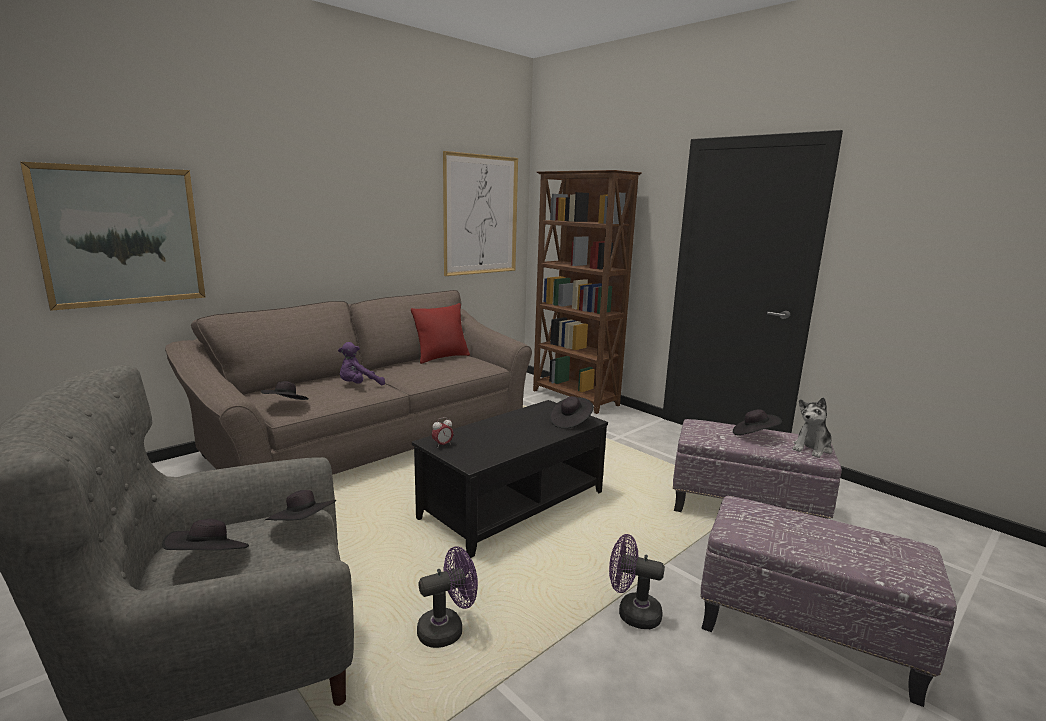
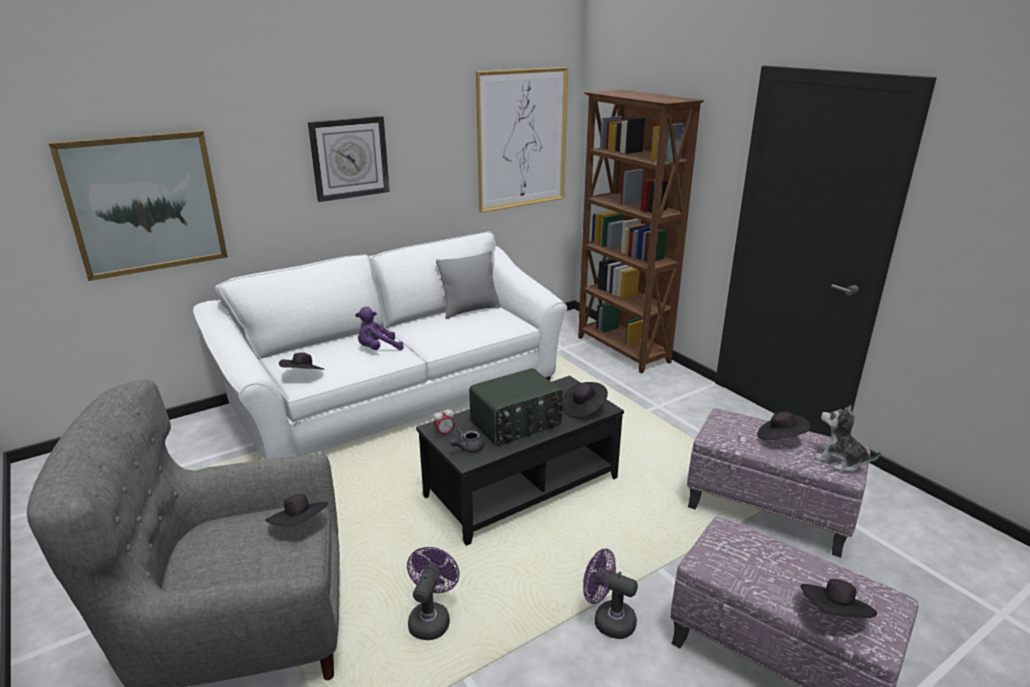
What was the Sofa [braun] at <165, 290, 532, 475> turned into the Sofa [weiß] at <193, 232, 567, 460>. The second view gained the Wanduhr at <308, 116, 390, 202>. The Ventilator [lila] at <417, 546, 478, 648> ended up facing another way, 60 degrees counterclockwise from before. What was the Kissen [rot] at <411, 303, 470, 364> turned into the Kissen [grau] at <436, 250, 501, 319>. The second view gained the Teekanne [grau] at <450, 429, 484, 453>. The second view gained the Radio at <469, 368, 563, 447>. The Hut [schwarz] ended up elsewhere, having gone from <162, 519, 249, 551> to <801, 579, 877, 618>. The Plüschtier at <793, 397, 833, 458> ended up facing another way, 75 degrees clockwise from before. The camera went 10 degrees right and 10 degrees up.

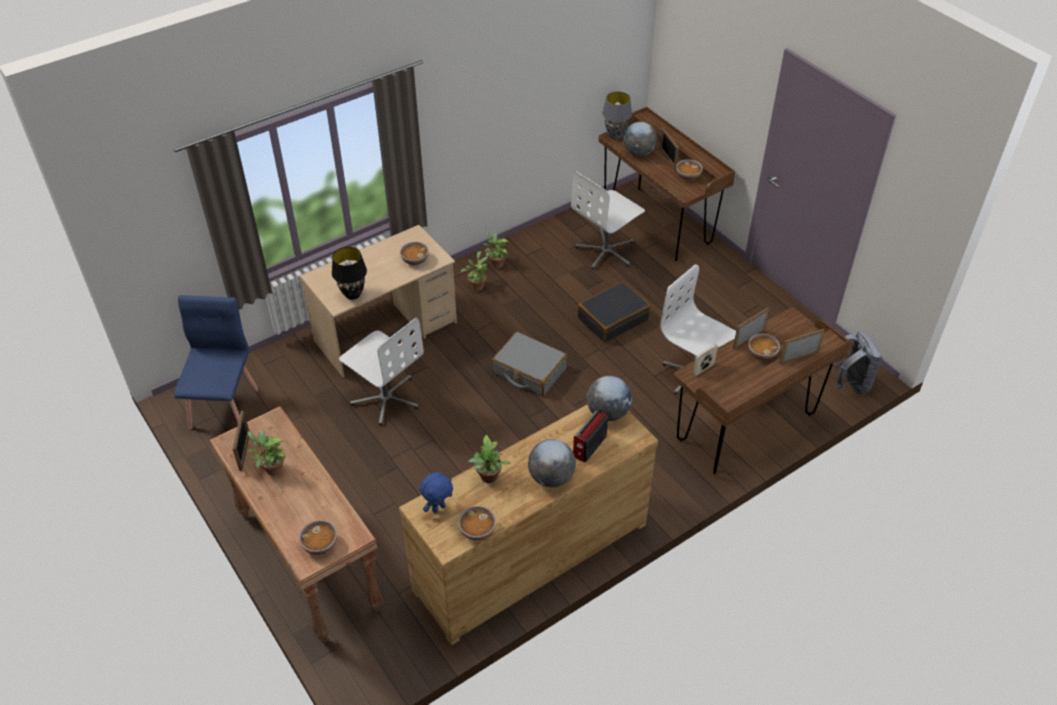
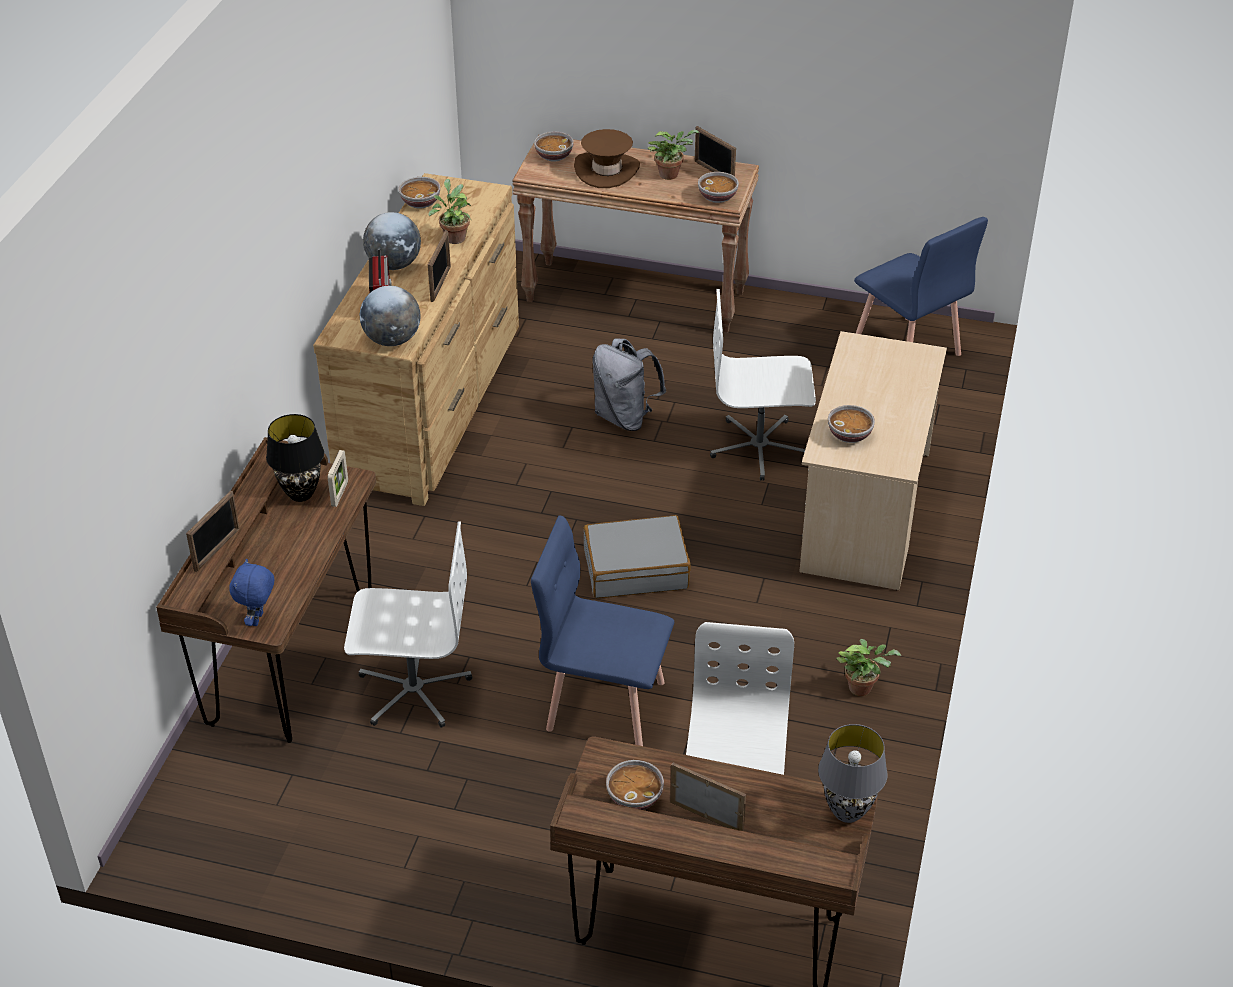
The Plüschtier [blau] ended up elsewhere, having gone from <420, 472, 453, 513> to <229, 559, 274, 626>. The Tischlampe [schwarz] ended up elsewhere, having gone from <332, 247, 367, 300> to <266, 414, 324, 502>. The Bilderrahmen ended up elsewhere, having gone from <733, 308, 769, 349> to <428, 231, 451, 302>. Where the Koffer [schwarz] stood at <578, 281, 650, 343>, the Stuhl [blau] came to stand at <531, 516, 674, 746>. The second view gained the Hut [braun] at <574, 129, 640, 188>. The Rucksack [grau] ended up elsewhere, having gone from <829, 331, 883, 395> to <593, 338, 666, 431>. The Schüssel ended up elsewhere, having gone from <748, 334, 780, 360> to <698, 172, 739, 203>. The second view lost the Topfpflanze at <461, 251, 488, 291>. The second view lost the Globus at <623, 122, 657, 156>. The camera went 140 degrees right and 5 degrees down.

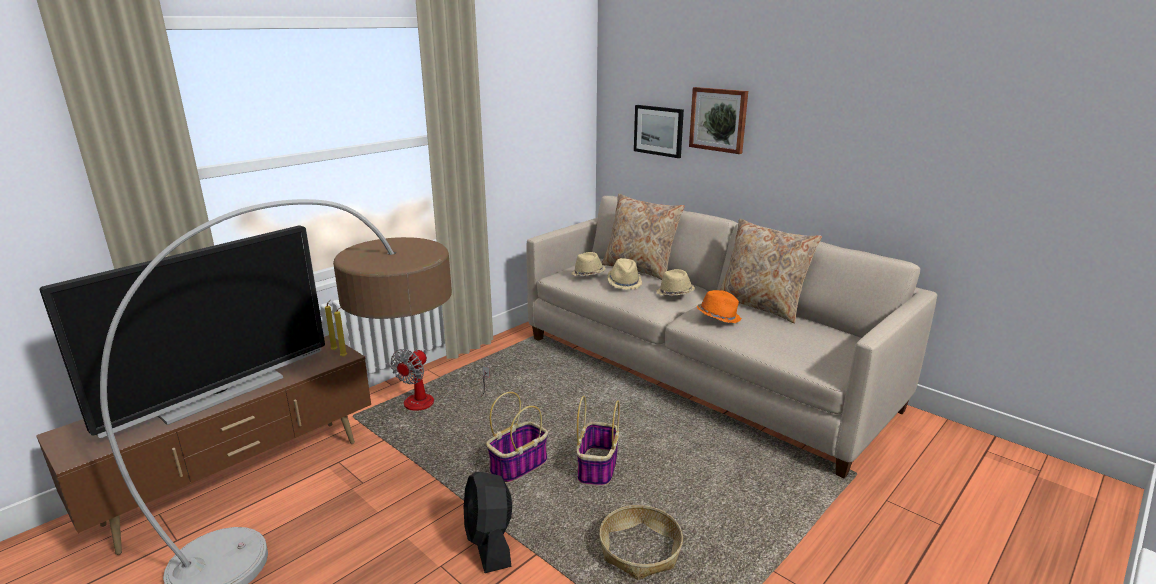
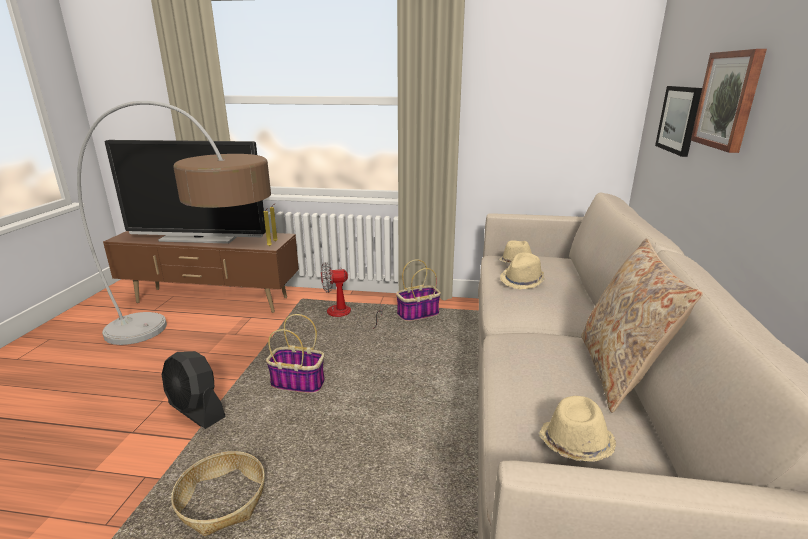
The Ventilator [schwarz] at <464, 472, 512, 573> ended up facing another way, 90 degrees counterclockwise from before. The Korb ended up elsewhere, having gone from <576, 396, 620, 486> to <396, 260, 441, 321>. The Hut [beige] ended up elsewhere, having gone from <656, 269, 695, 295> to <539, 396, 616, 462>. The second view lost the Kissen [beige] at <602, 194, 685, 280>. The second view lost the Hut [orange] at <697, 290, 742, 323>. The camera went 55 degrees right and 0 degrees up.

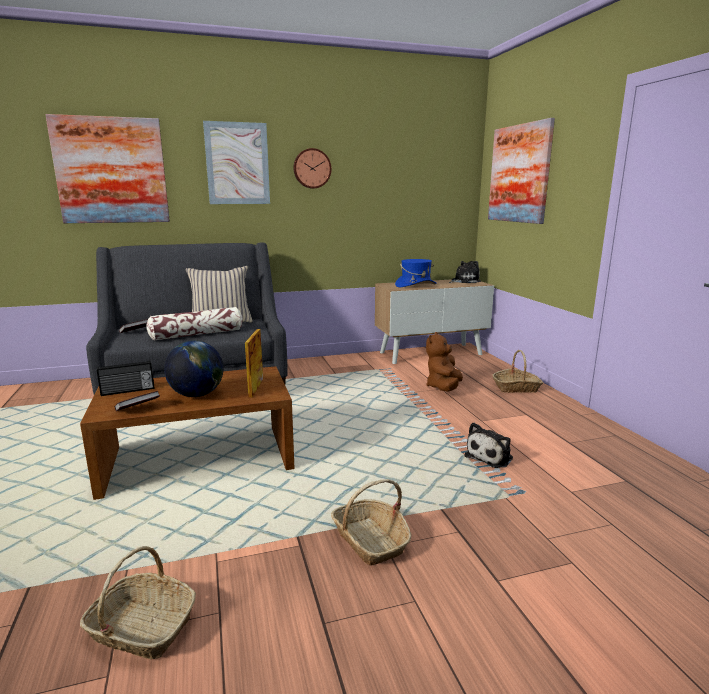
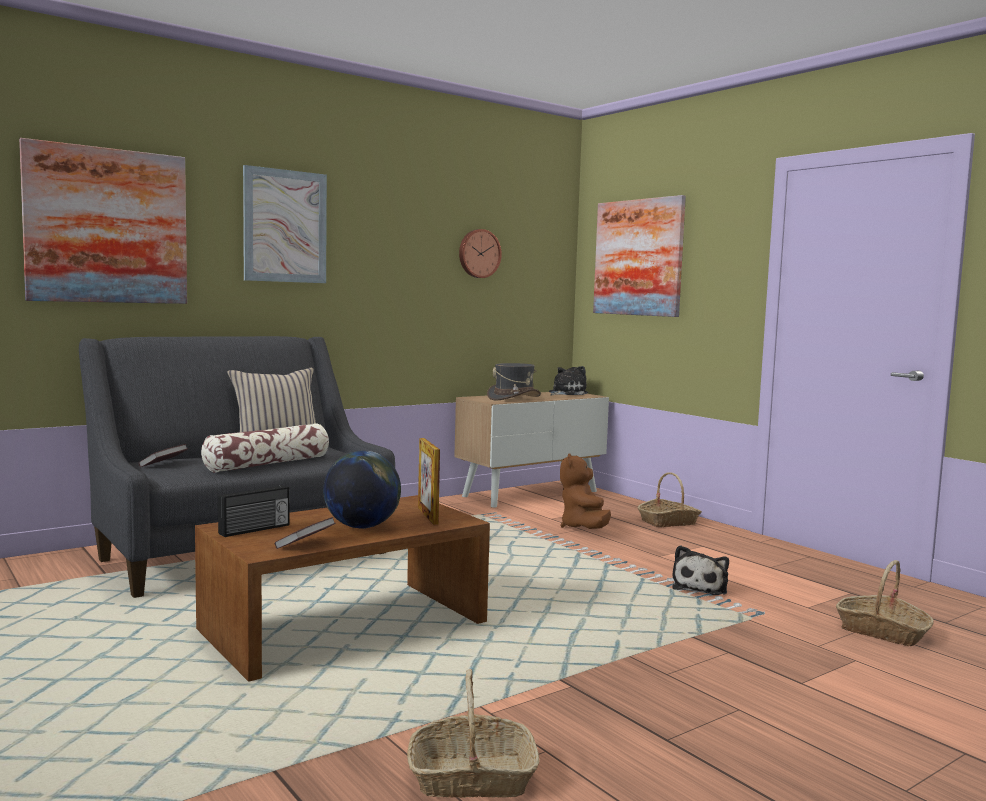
The Wanduhr ended up elsewhere, having gone from <293, 148, 331, 188> to <459, 229, 502, 278>. What was the Hut [blau] at <395, 259, 436, 287> turned into the Hut [grau] at <487, 363, 541, 400>. The Korb ended up elsewhere, having gone from <331, 479, 412, 566> to <836, 560, 934, 646>. The camera went 20 degrees left and 10 degrees down.

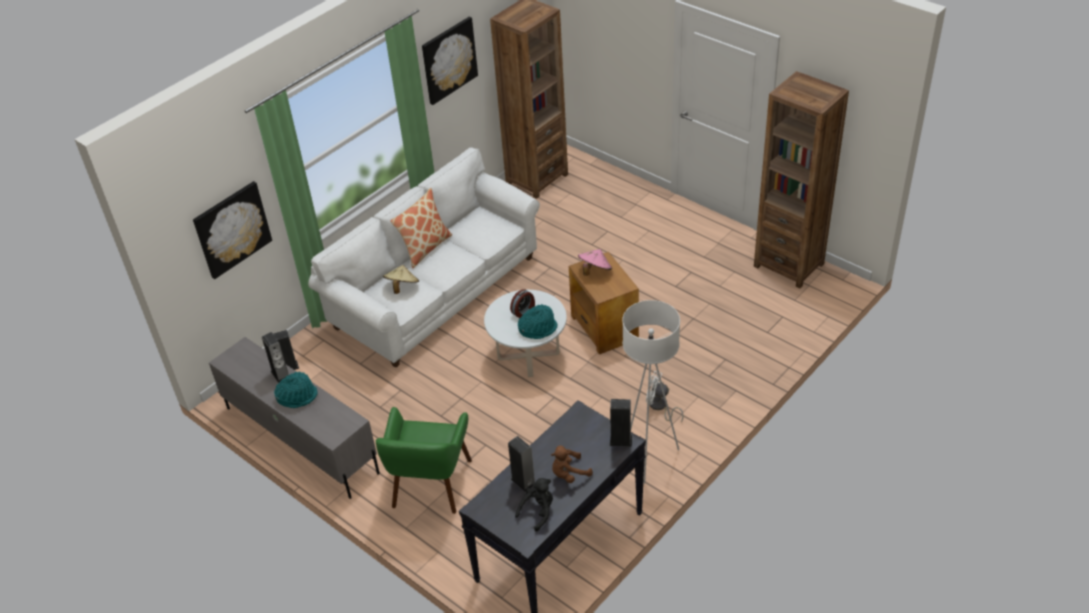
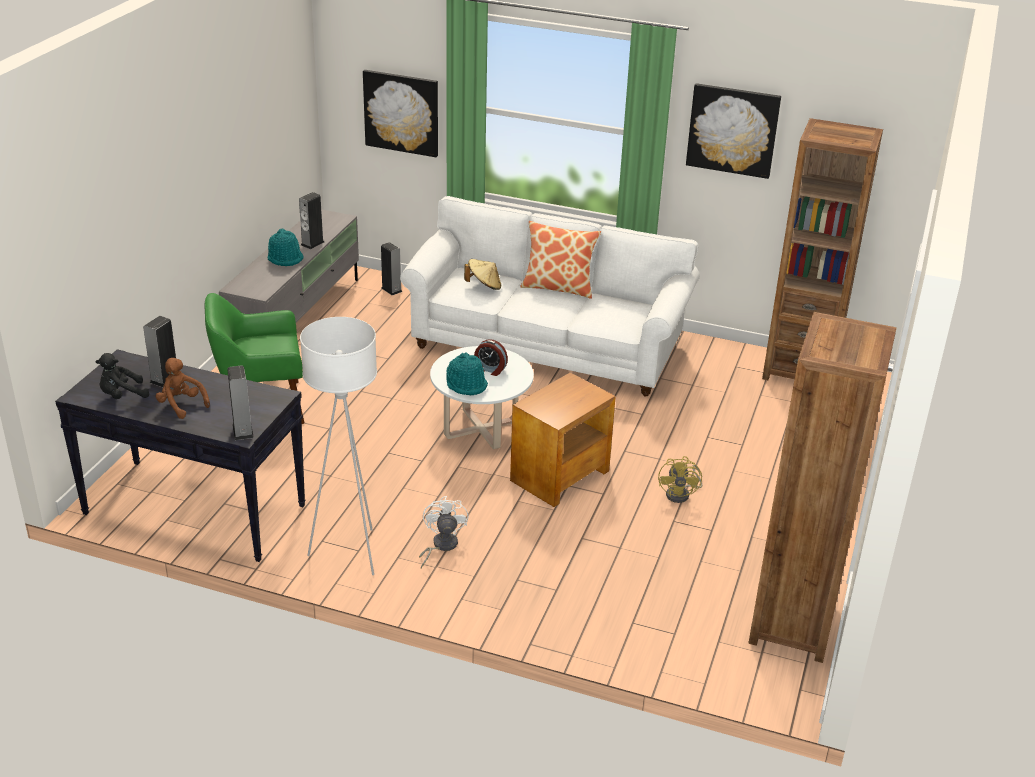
The Plüschtier [schwarz] at <515, 478, 553, 531> ended up facing another way, 135 degrees clockwise from before. The second view gained the Ventilator [gelb] at <658, 456, 702, 503>. The second view lost the Hut [rosa] at <578, 249, 612, 276>. The camera went 65 degrees right and 10 degrees down.

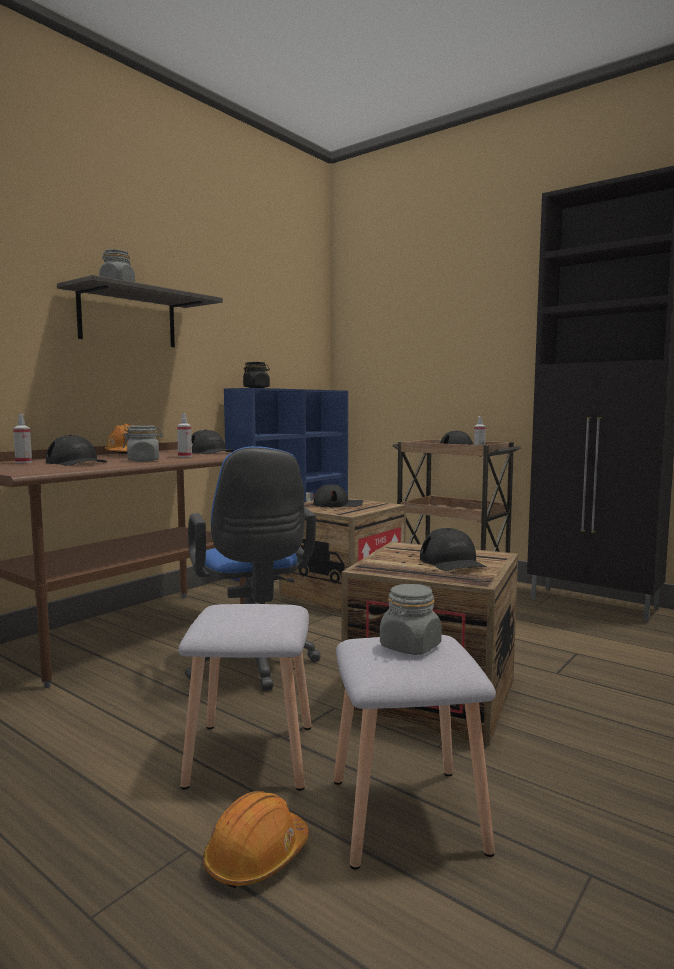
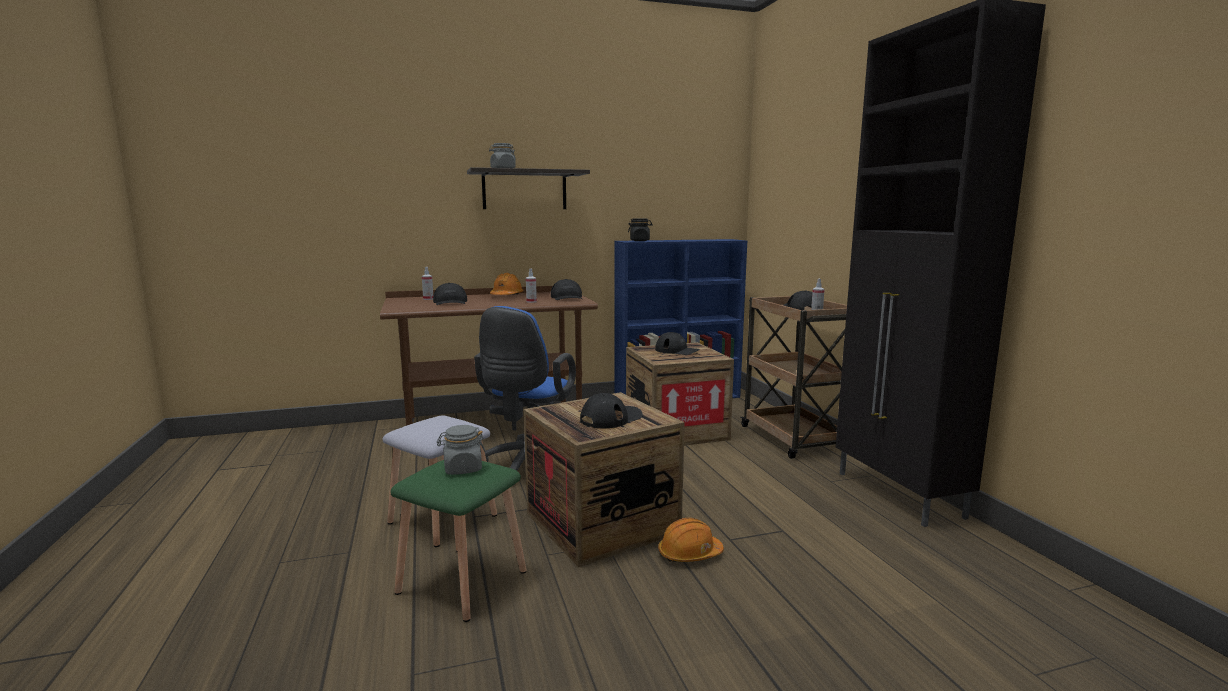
What was the Hocker [grau] at <333, 635, 496, 870> turned into the Hocker [grün] at <390, 460, 526, 622>. The Kappe [schwarz] at <420, 528, 486, 571> ended up facing another way, 150 degrees counterclockwise from before. The Schutzhelm [orange] ended up elsewhere, having gone from <203, 791, 309, 888> to <658, 518, 724, 562>. The second view lost the Vorratsglas [grau] at <123, 425, 163, 462>. The camera went 35 degrees right and 5 degrees up.

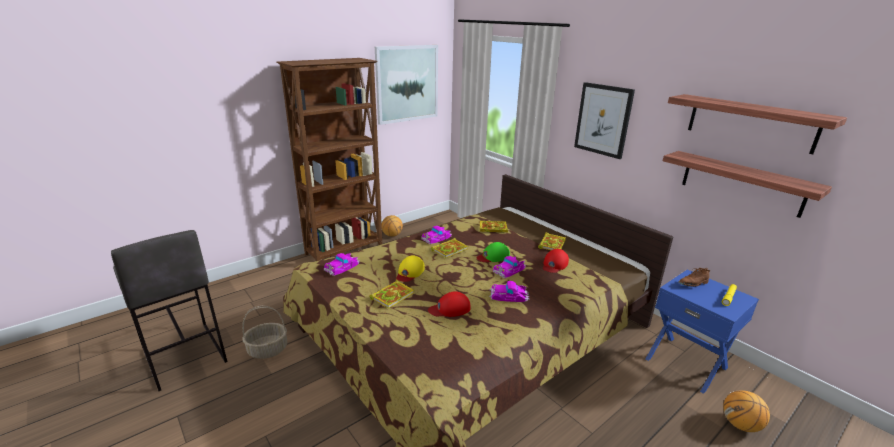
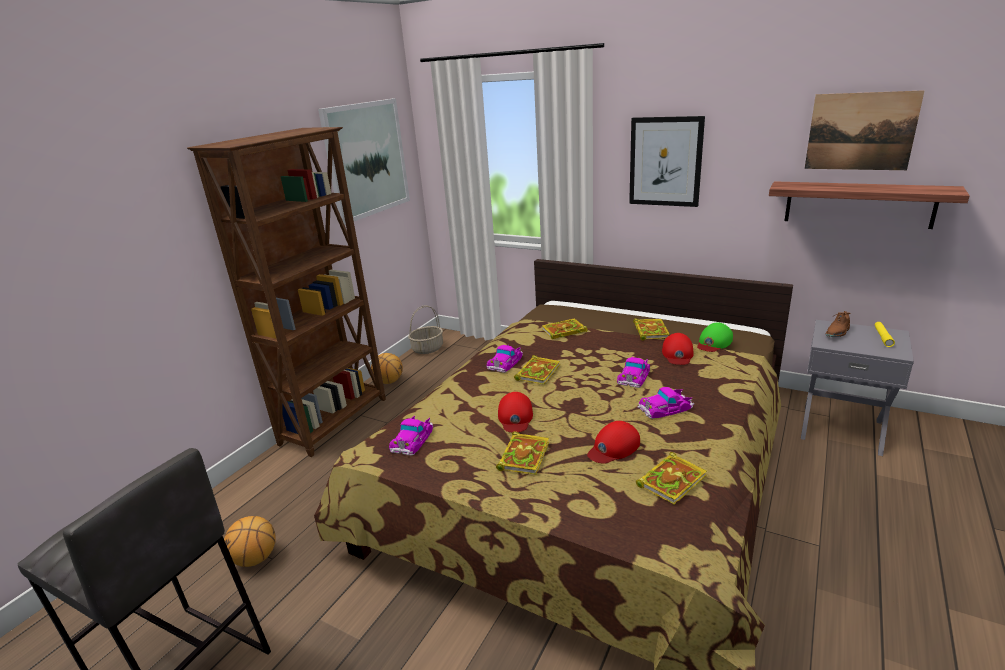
The Basketball ended up elsewhere, having gone from <723, 390, 770, 432> to <224, 516, 276, 567>. The Korb ended up elsewhere, having gone from <242, 306, 287, 359> to <408, 305, 443, 354>. What was the Kappe [gelb] at <396, 255, 424, 282> turned into the Kappe [rot] at <498, 392, 533, 432>. The second view gained the Buch at <636, 452, 707, 505>. The Kappe [grün] ended up elsewhere, having gone from <476, 242, 510, 262> to <697, 322, 733, 352>. What was the Nachttisch [blau] at <646, 270, 759, 394> turned into the Nachttisch [grau] at <801, 320, 914, 456>. Where the Wandregal hung at <668, 94, 847, 154>, the Bild came to hang at <805, 90, 925, 170>. The camera went 20 degrees left and 0 degrees up.

